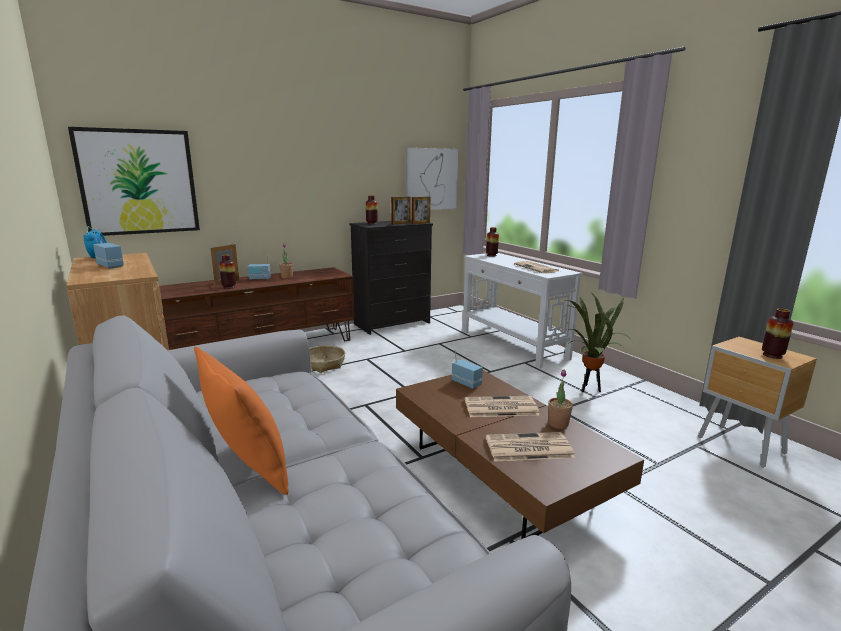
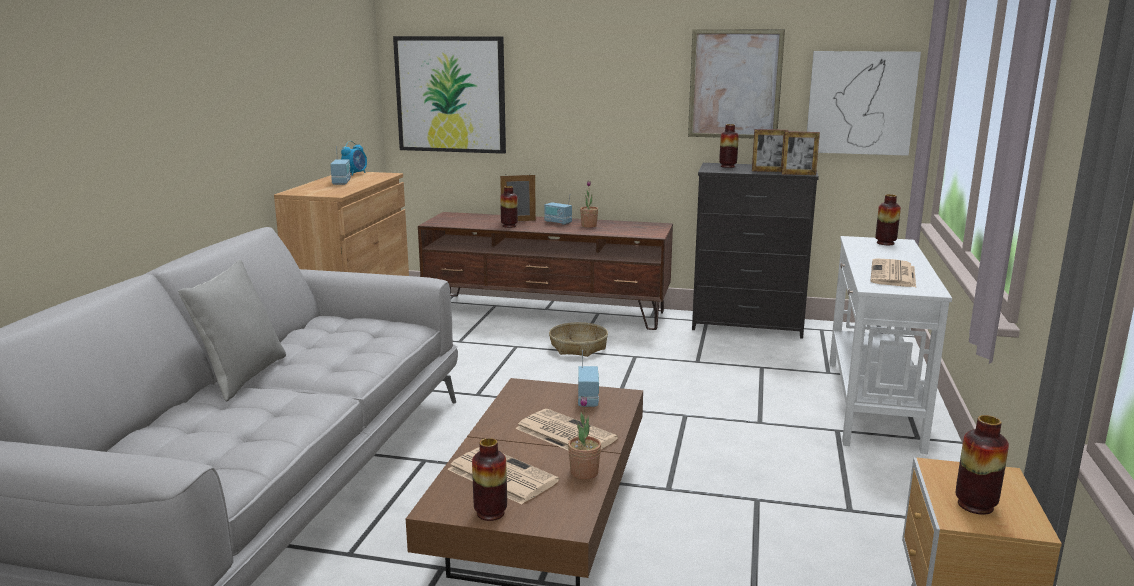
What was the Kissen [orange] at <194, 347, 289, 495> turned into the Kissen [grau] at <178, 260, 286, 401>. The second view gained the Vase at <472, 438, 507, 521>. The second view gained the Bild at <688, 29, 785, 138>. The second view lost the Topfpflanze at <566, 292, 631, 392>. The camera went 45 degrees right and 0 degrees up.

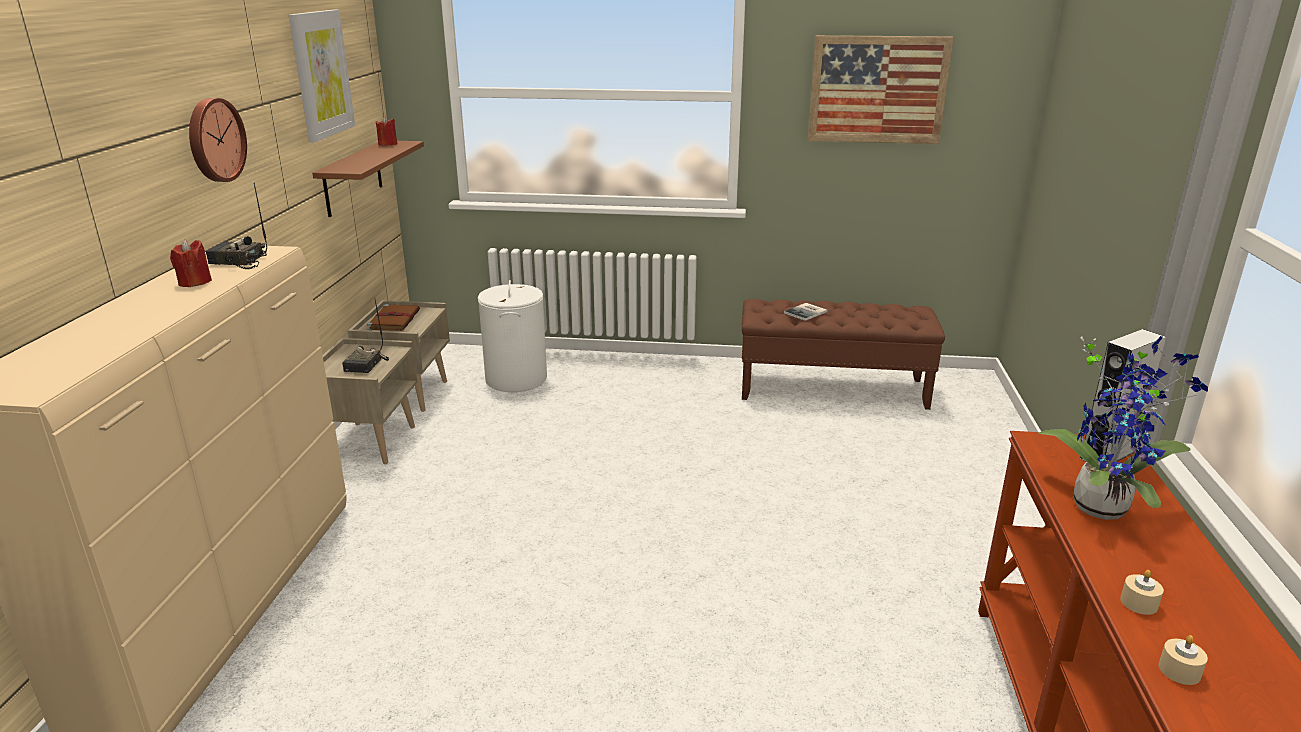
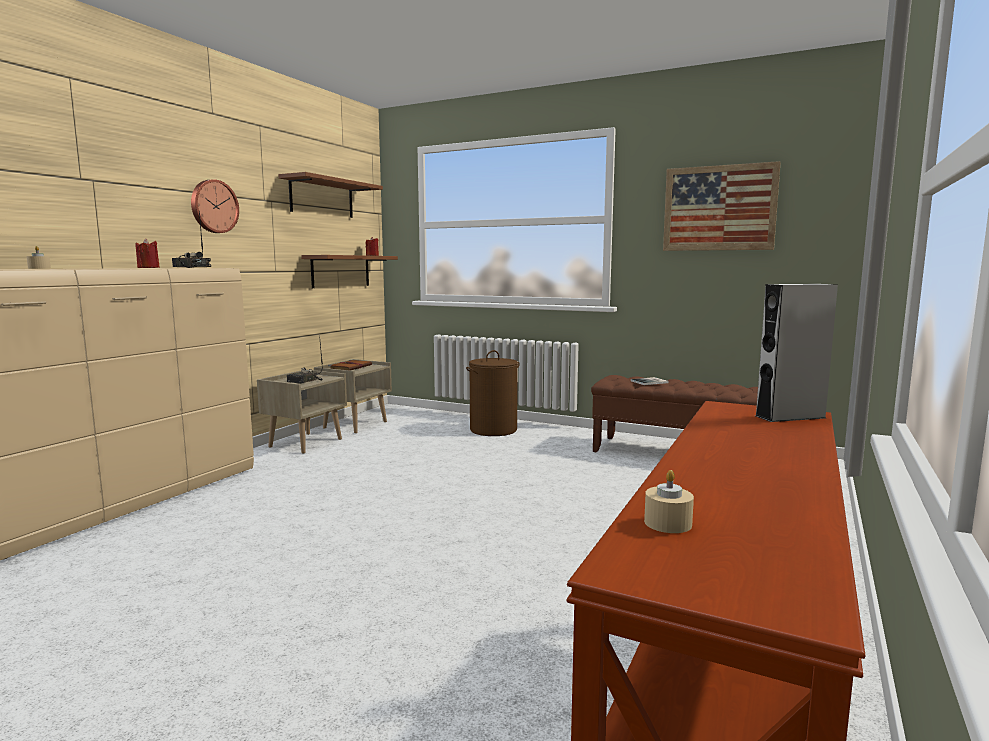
The Kerze [beige] ended up elsewhere, having gone from <1120, 570, 1164, 615> to <26, 246, 51, 269>. Where the Bild hung at <289, 10, 355, 142>, the Wandregal [braun] came to hang at <278, 172, 383, 218>. The second view gained the Wäschekorb [braun] at <466, 350, 520, 436>. The second view lost the Wäschekorb [weiß] at <478, 280, 547, 392>. The second view lost the Topfpflanze at <1037, 336, 1208, 520>. The camera went 20 degrees right and 15 degrees down.

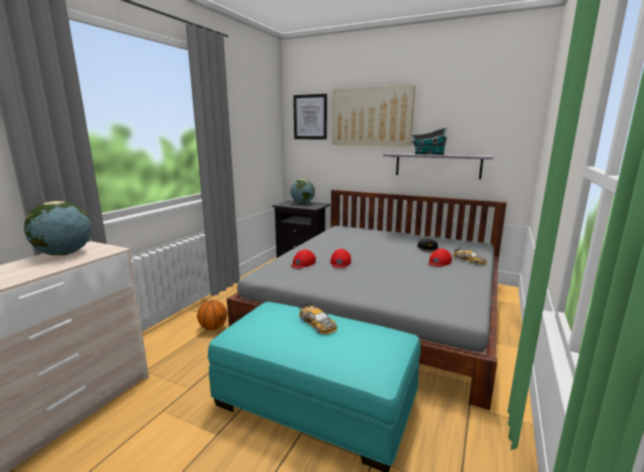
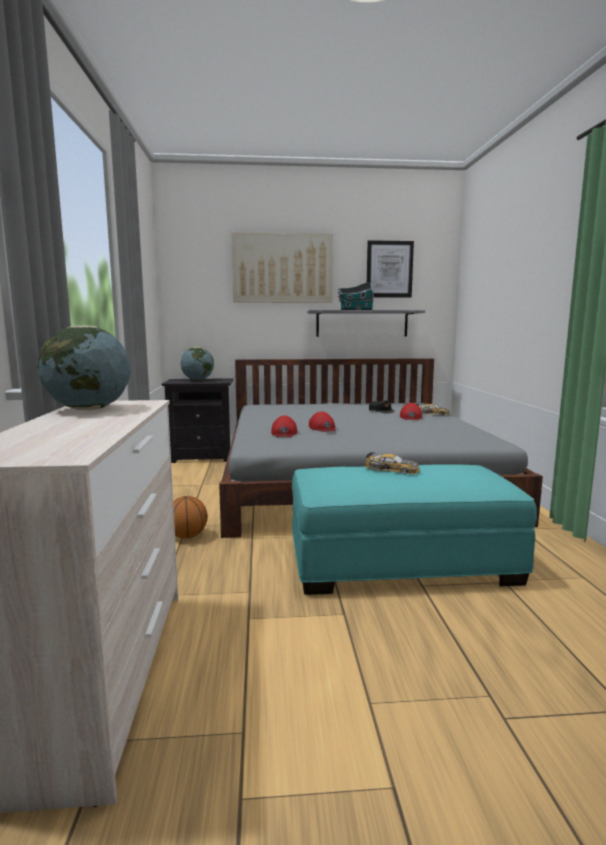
The Bild ended up elsewhere, having gone from <293, 94, 327, 140> to <367, 240, 414, 298>. The camera went 30 degrees left and 5 degrees down.

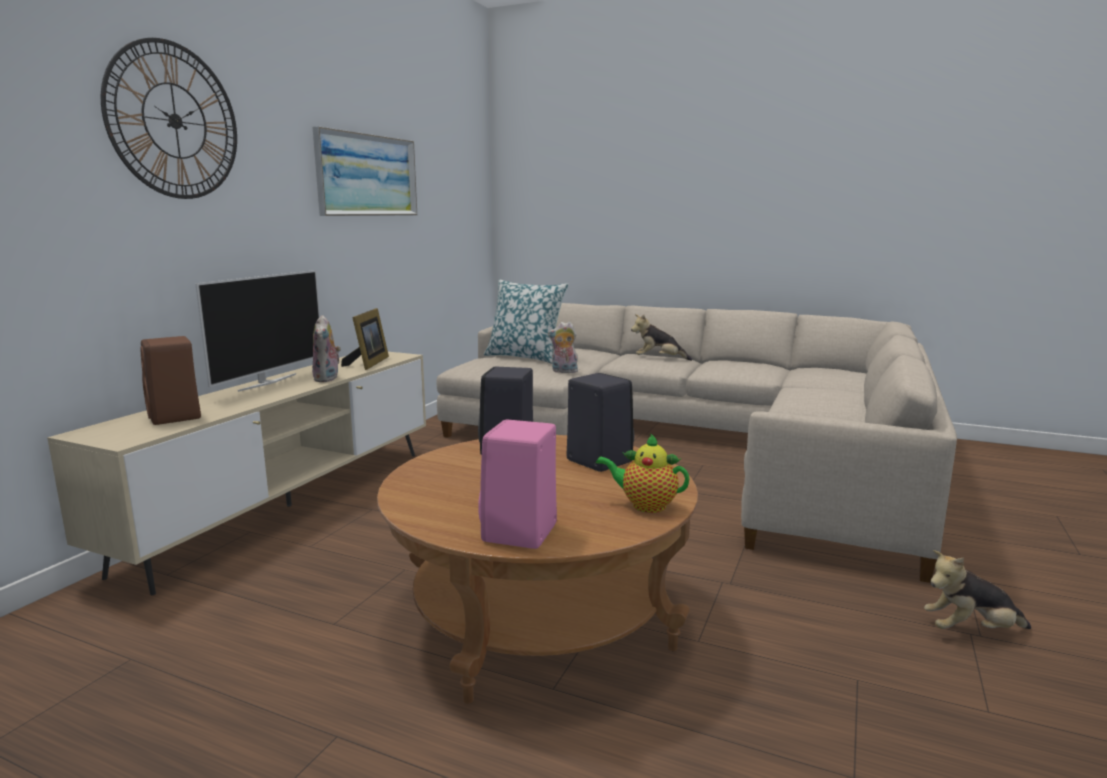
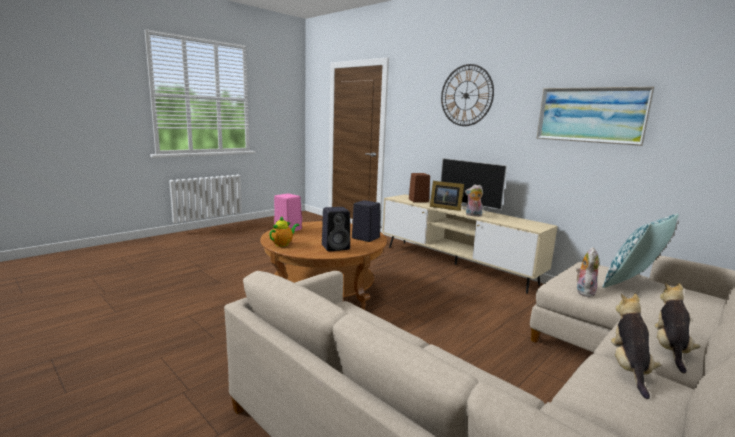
The Bilderrahmen ended up elsewhere, having gone from <341, 308, 389, 370> to <430, 181, 464, 211>. The Plüschtier ended up elsewhere, having gone from <924, 550, 1031, 629> to <611, 293, 661, 399>. The camera went 110 degrees right and 0 degrees up.

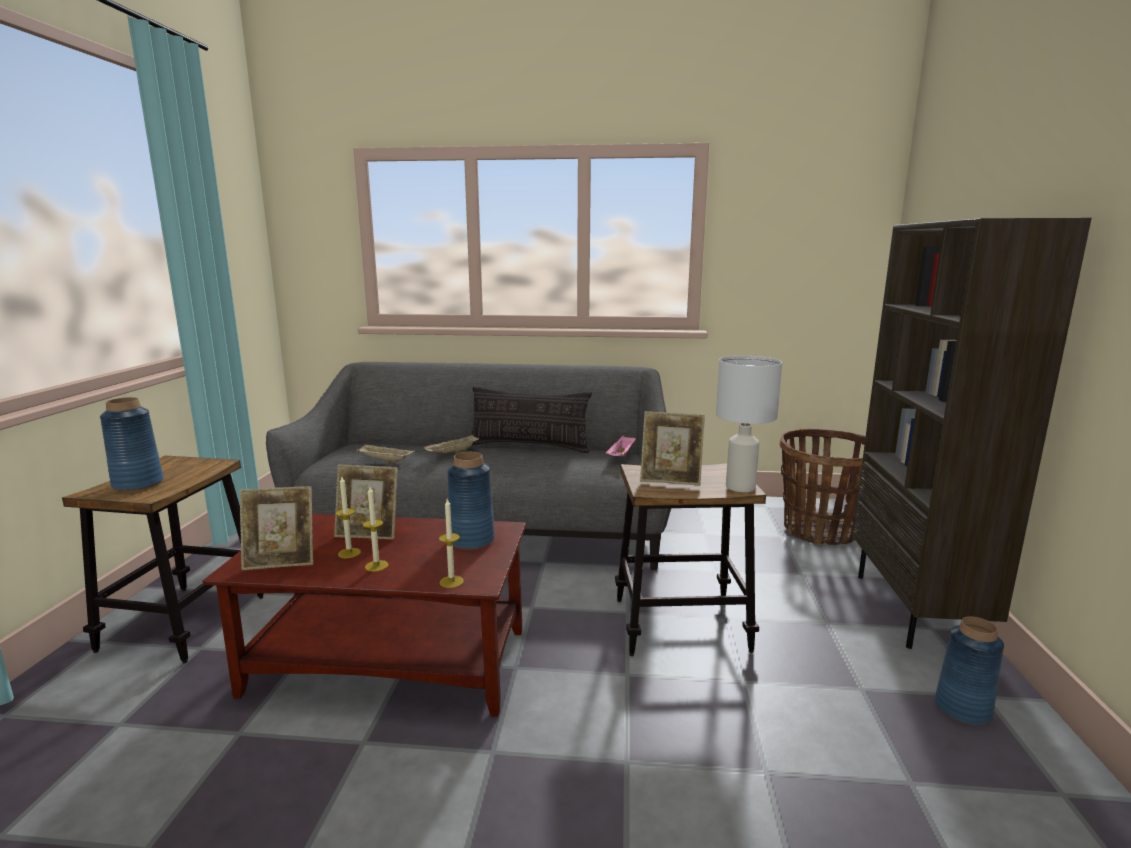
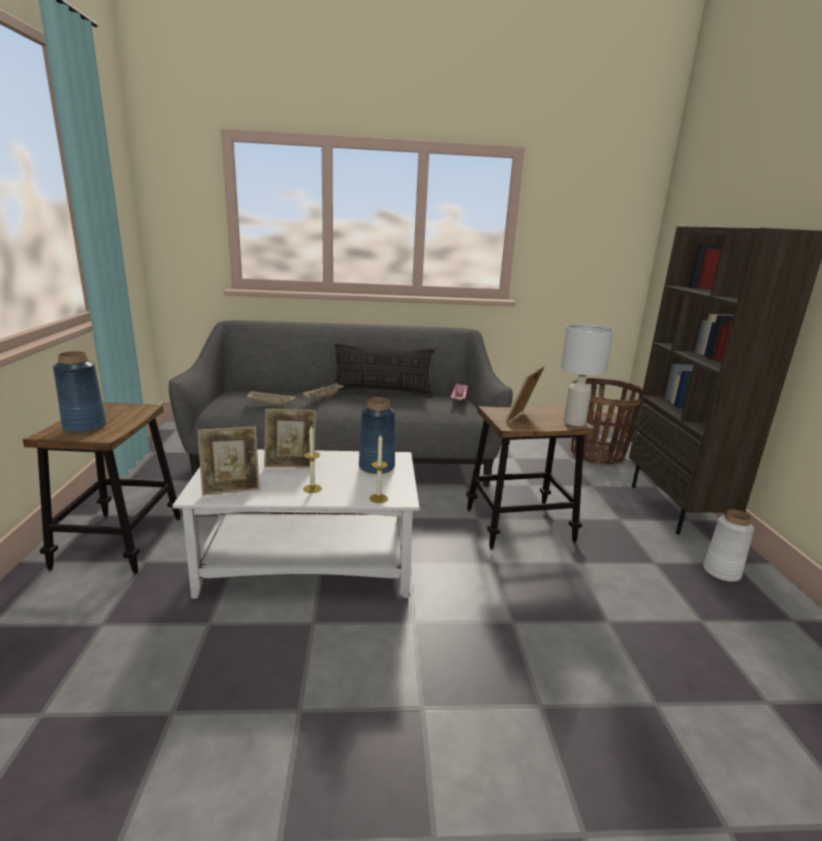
What was the Couchtisch [braun] at <202, 514, 526, 717> turned into the Couchtisch [weiß] at <172, 449, 420, 599>. The Bilderrahmen at <640, 411, 705, 486> ended up facing another way, 120 degrees clockwise from before. What was the Vase [blau] at <935, 616, 1004, 726> turned into the Vase [weiß] at <703, 509, 754, 582>. The second view lost the Kerze at <335, 477, 361, 558>. The camera went 10 degrees left and 5 degrees up.

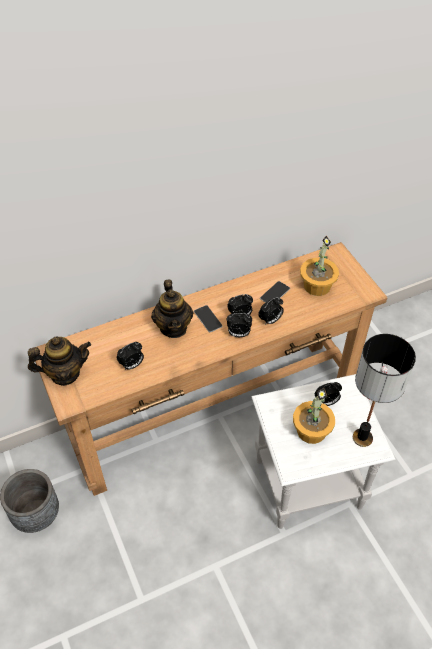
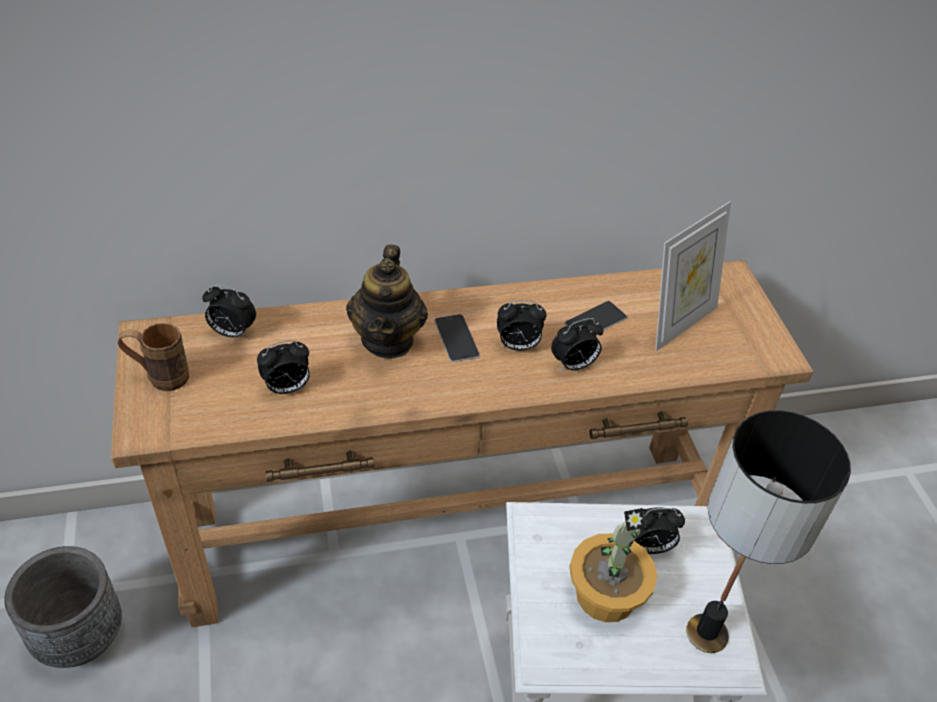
Where the Teekanne stood at <28, 337, 91, 386>, the Henkelbecher [braun] came to stand at <118, 323, 189, 391>. The Wecker ended up elsewhere, having gone from <227, 313, 252, 337> to <202, 284, 256, 338>. Where the Topfpflanze stood at <300, 236, 339, 296>, the Bilderrahmen came to stand at <655, 201, 731, 351>. The camera went 10 degrees right and 5 degrees down.

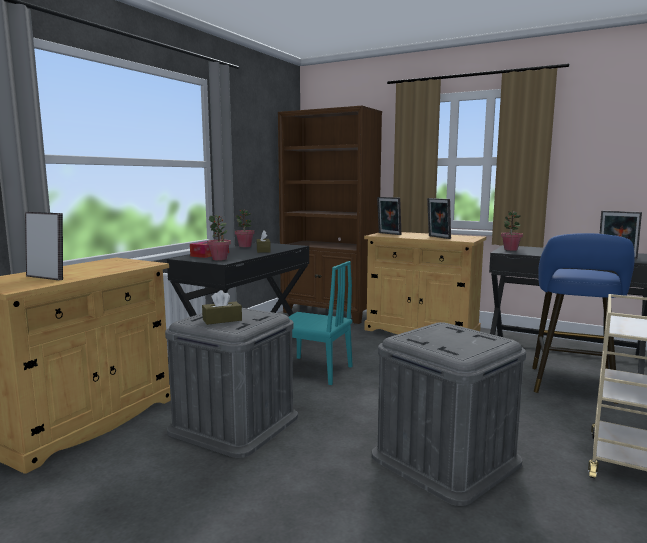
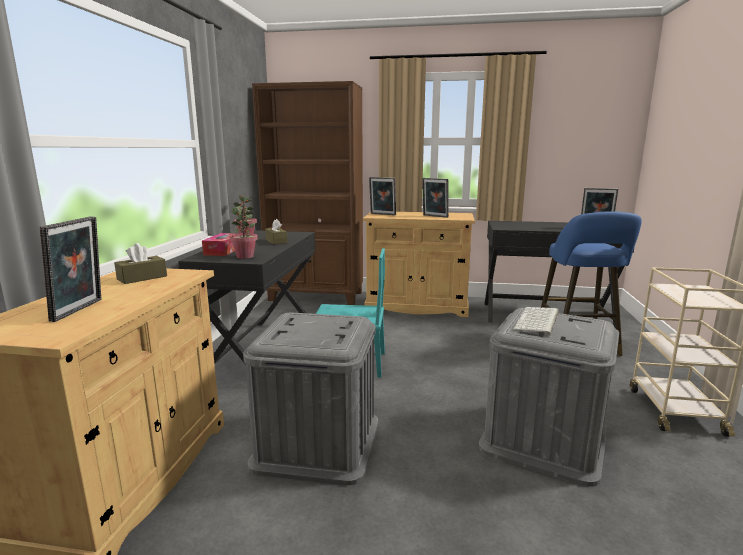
The Bilderrahmen at <25, 212, 63, 280> ended up facing another way, 90 degrees clockwise from before. The Taschentuchbox [braun] ended up elsewhere, having gone from <202, 290, 242, 325> to <114, 243, 167, 284>. The second view gained the Tastatur at <513, 307, 559, 336>. The second view lost the Topfpflanze at <501, 211, 523, 251>. The camera went 20 degrees left and 5 degrees up.

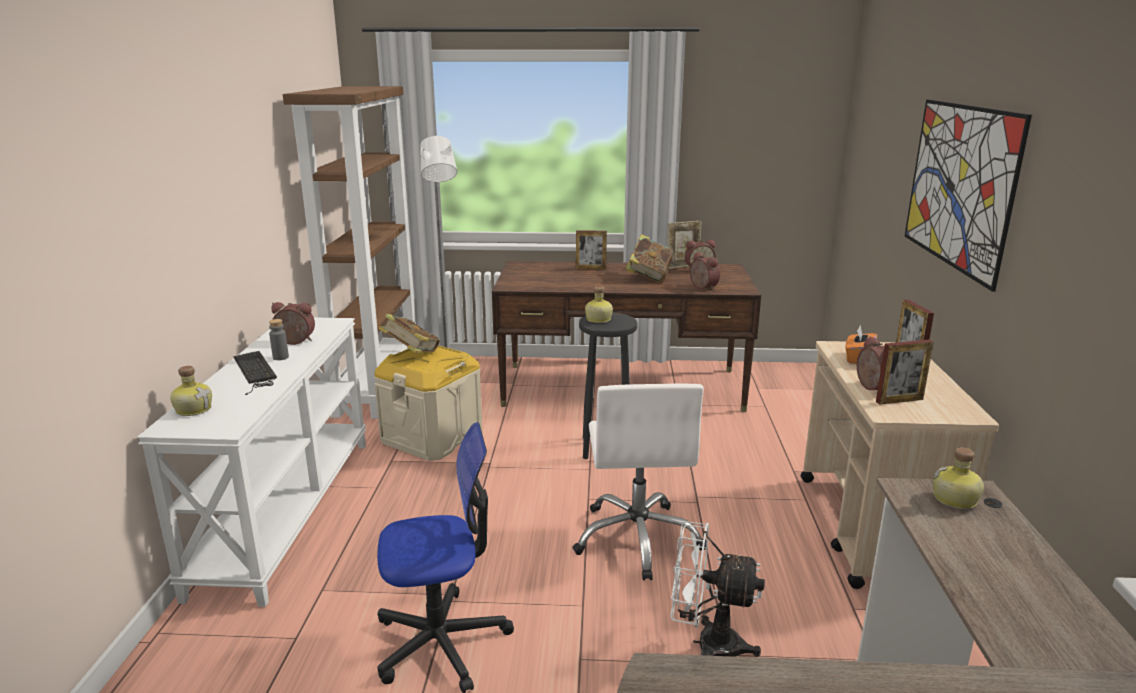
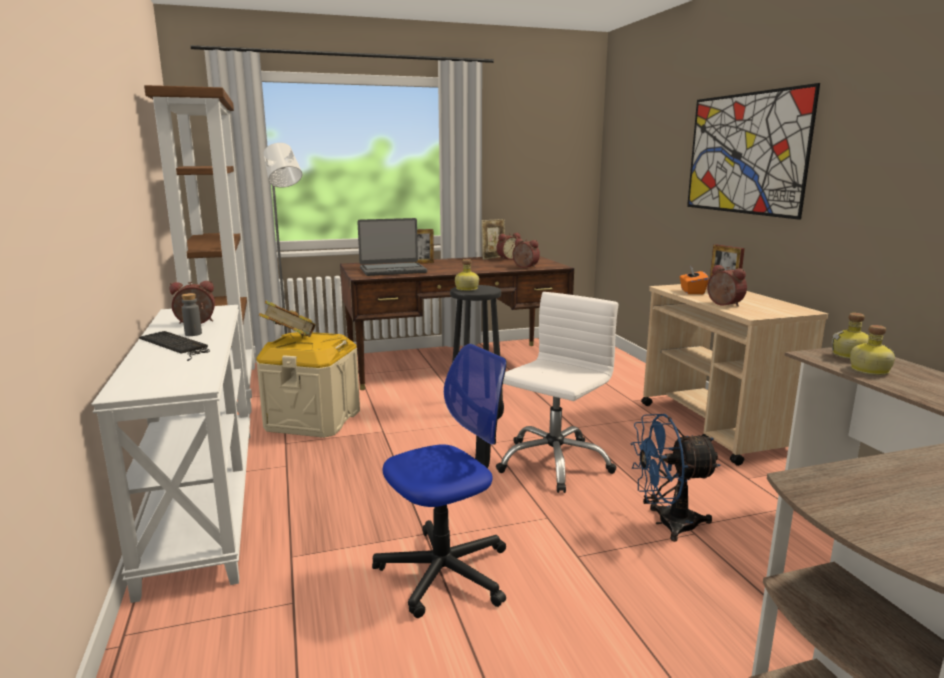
The second view gained the Laptop at <357, 218, 427, 276>. The Bürostuhl [weiß] at <572, 384, 706, 581> ended up facing another way, 120 degrees counterclockwise from before. What was the Ventilator [weiß] at <671, 521, 765, 657> turned into the Ventilator [blau] at <630, 414, 721, 542>. The Flasche ended up elsewhere, having gone from <170, 366, 212, 416> to <850, 325, 896, 375>. The second view lost the Buch at <625, 234, 673, 283>. The second view lost the Bilderrahmen at <876, 340, 934, 405>. The camera went 20 degrees left and 5 degrees down.

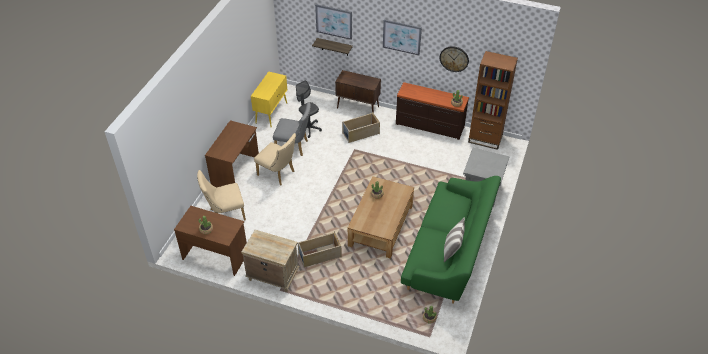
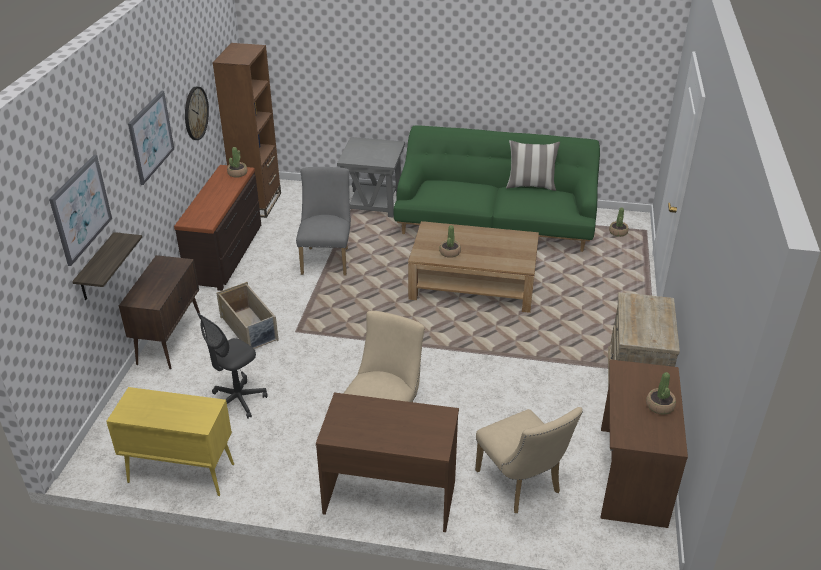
The Stuhl [grau] ended up elsewhere, having gone from <273, 102, 311, 156> to <296, 167, 351, 276>. The second view lost the Aufbewahrungsbox [beige] at <298, 231, 342, 267>. The camera went 100 degrees left and 10 degrees down.

